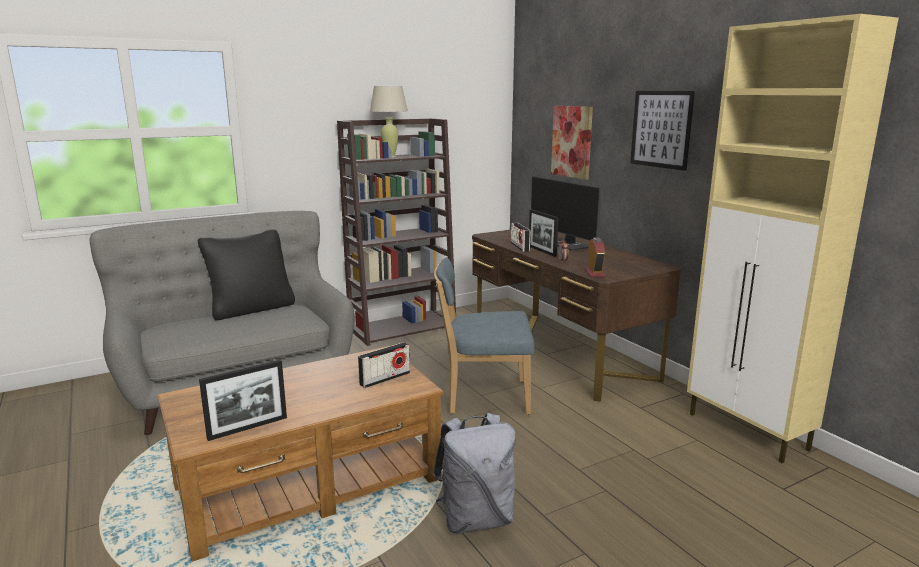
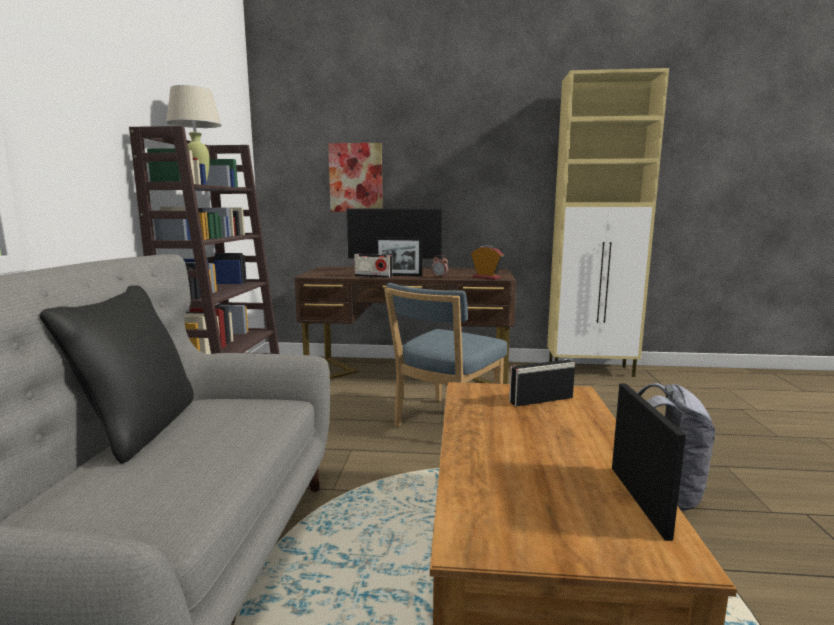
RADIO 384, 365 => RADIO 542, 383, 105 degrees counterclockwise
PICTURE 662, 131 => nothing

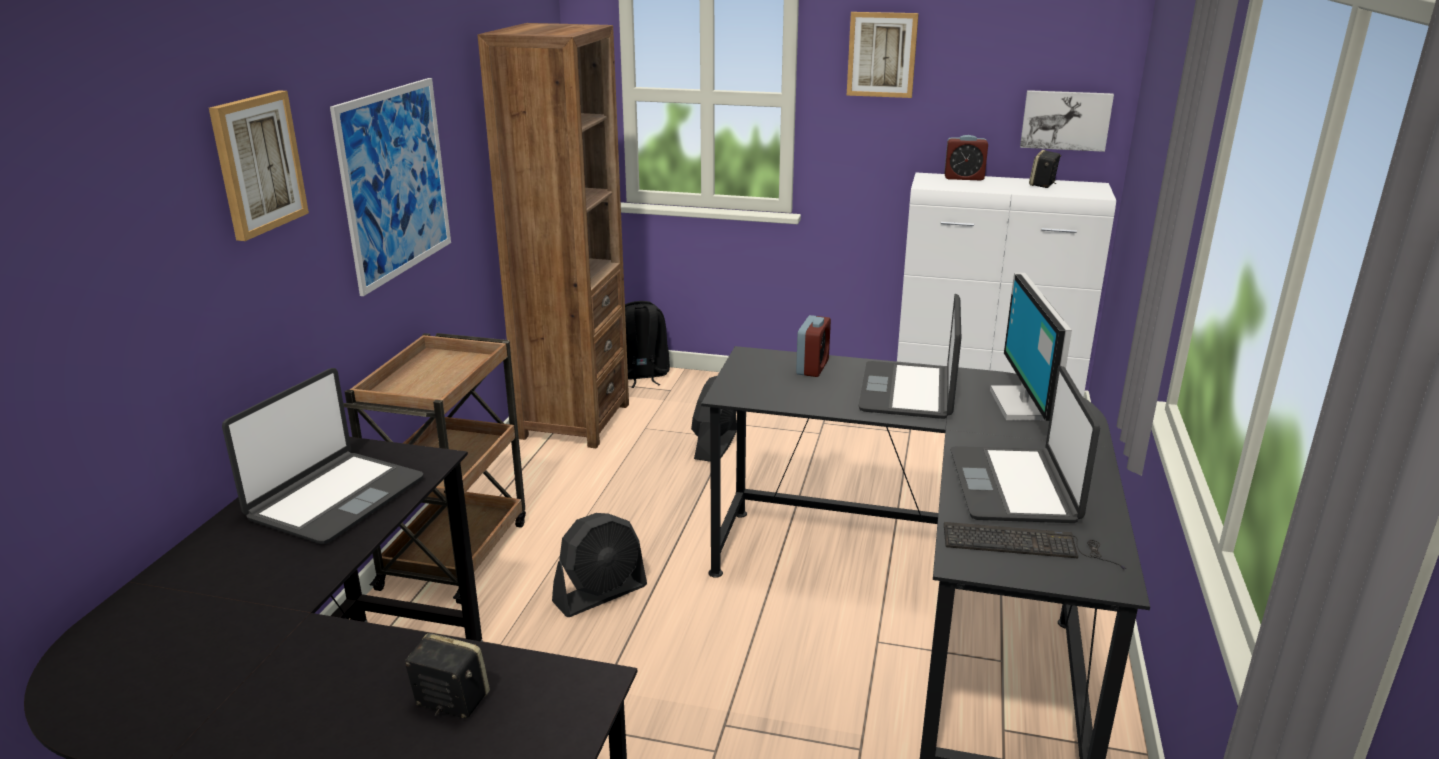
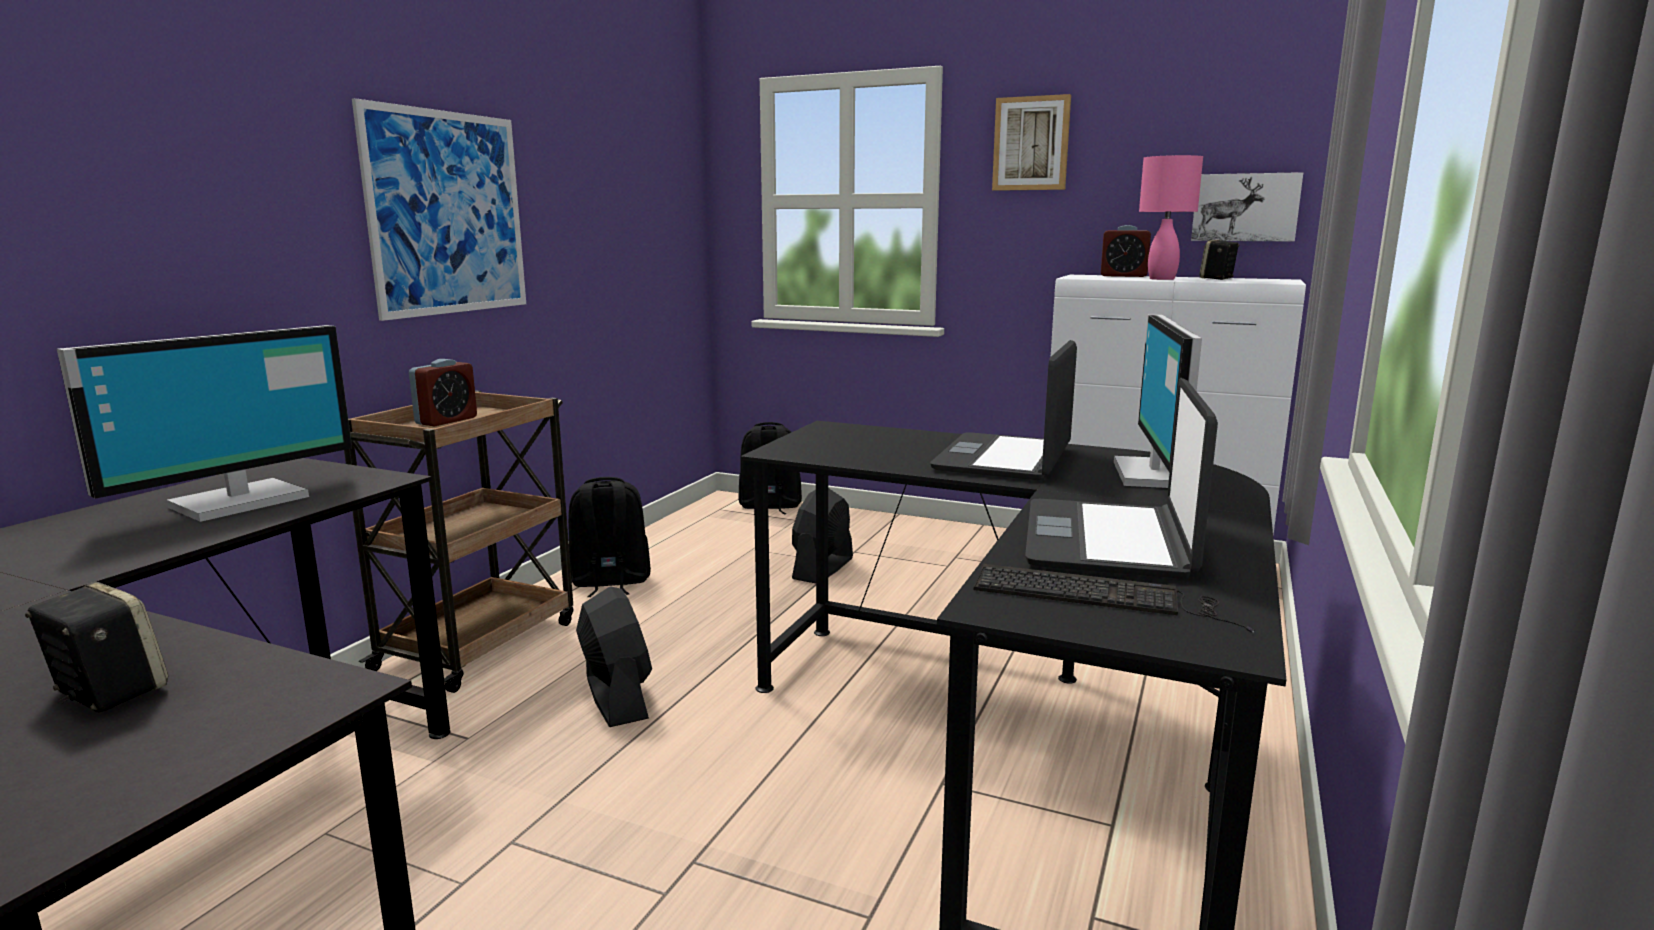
LAPTOP 323, 456 => MONITOR 204, 423
ALARM CLOCK 813, 346 => ALARM CLOCK 443, 393, move
nothing => BLACK BACKPACK 609, 537
BLACK FAN 599, 565 => BLACK FAN 614, 656, 90 degrees counterclockwise
nothing => PINK TABLE LAMP 1171, 217
PICTURE 259, 165 => nothing
BROWN BOOKCASE 553, 235 => nothing

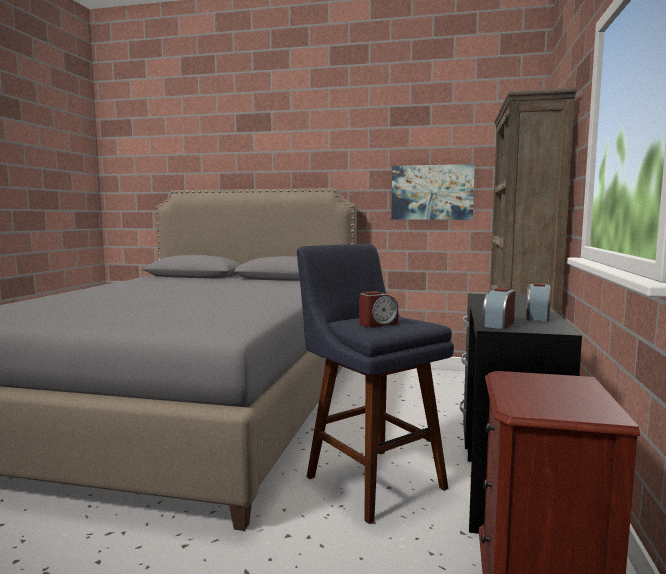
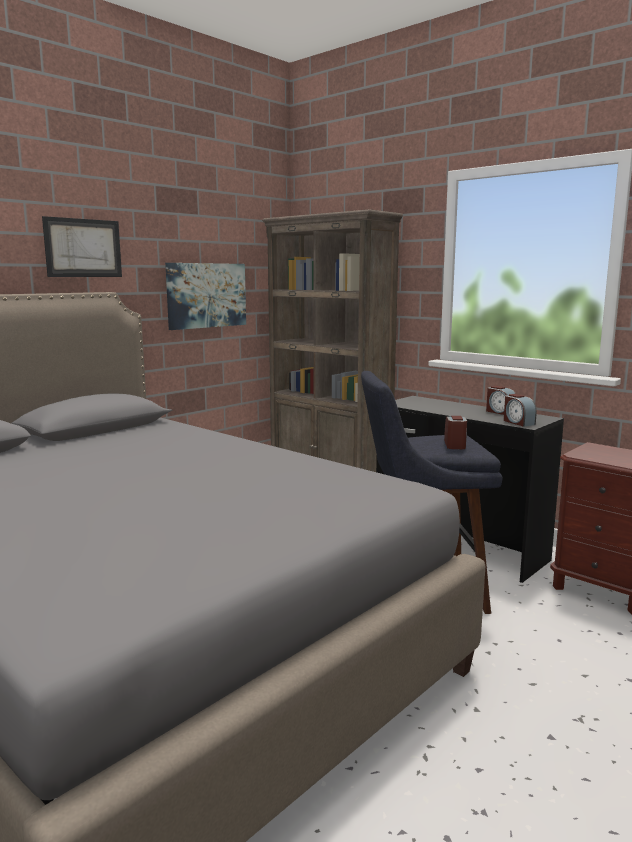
nothing => PICTURE 82, 246

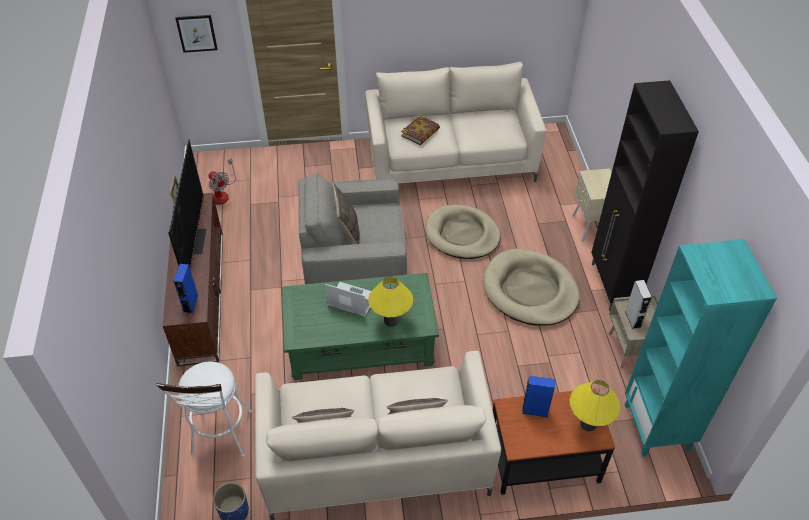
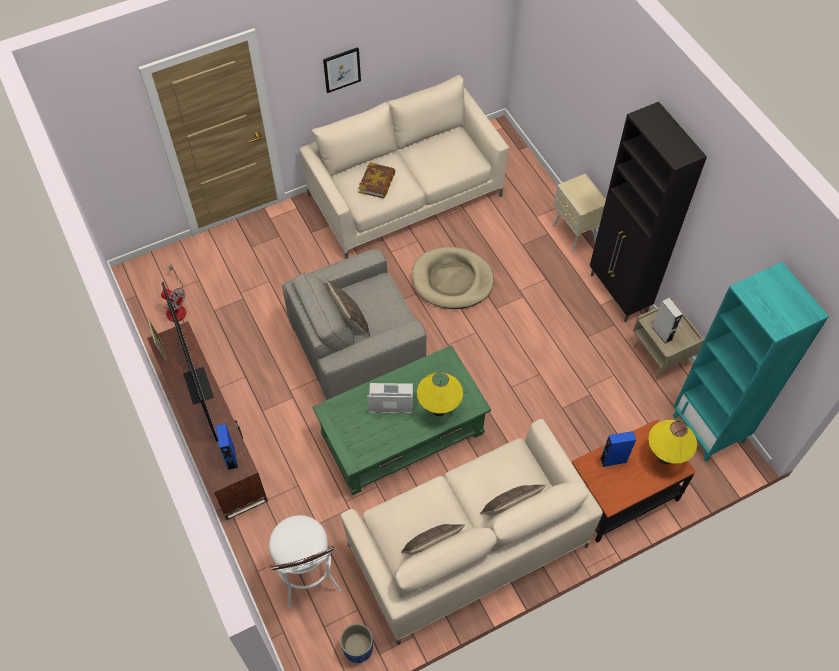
PICTURE 196, 34 => PICTURE 342, 70, move
BEIGE DOG BED 531, 287 => nothing

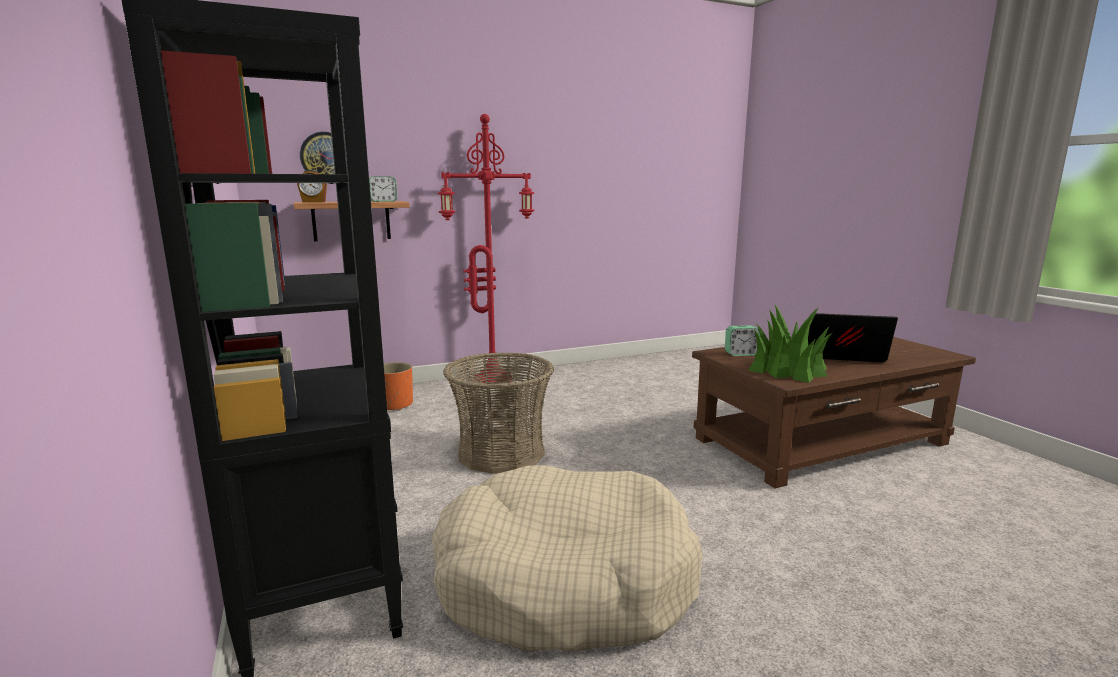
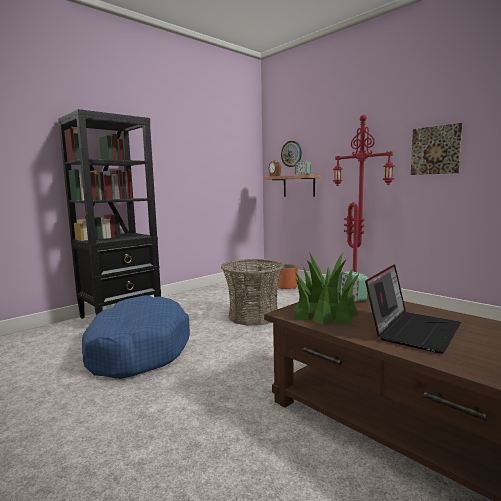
BEIGE DOG BED 567, 558 => BLUE DOG BED 136, 337
LAPTOP 853, 337 => LAPTOP 413, 309, 45 degrees clockwise
nothing => PICTURE 436, 149

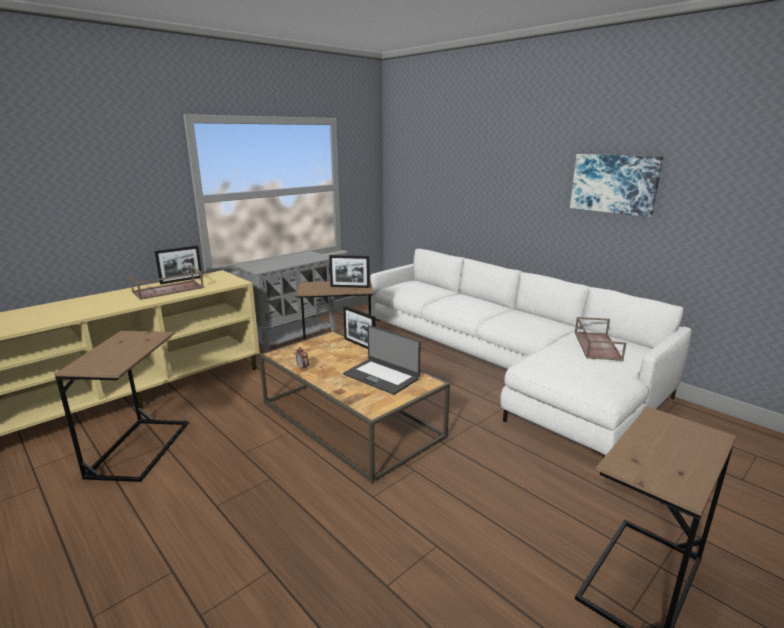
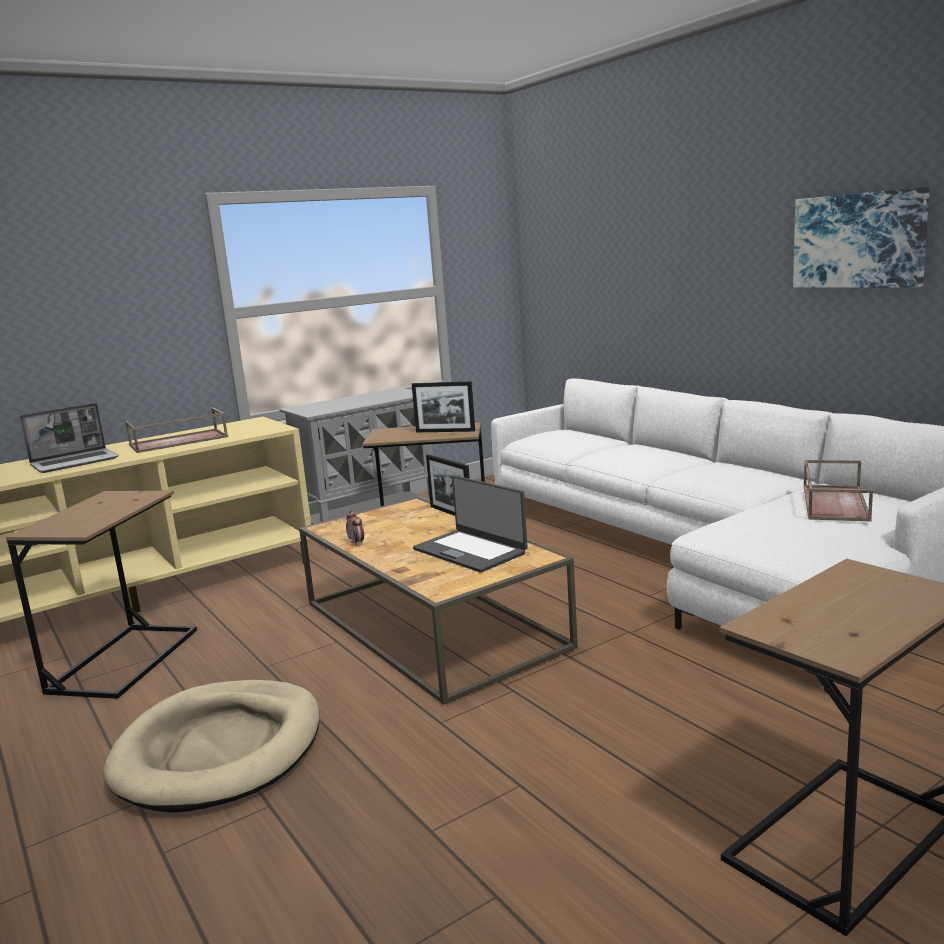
nothing => LAPTOP 69, 438
nothing => BEIGE DOG BED 211, 746
PICTURE FRAME 179, 265 => nothing

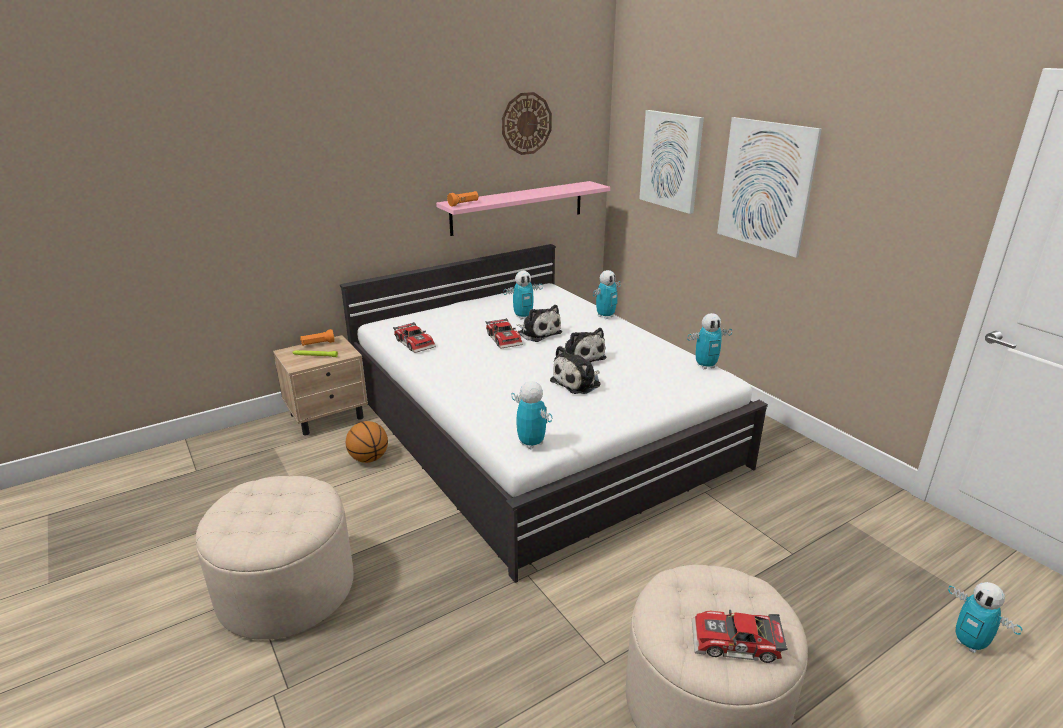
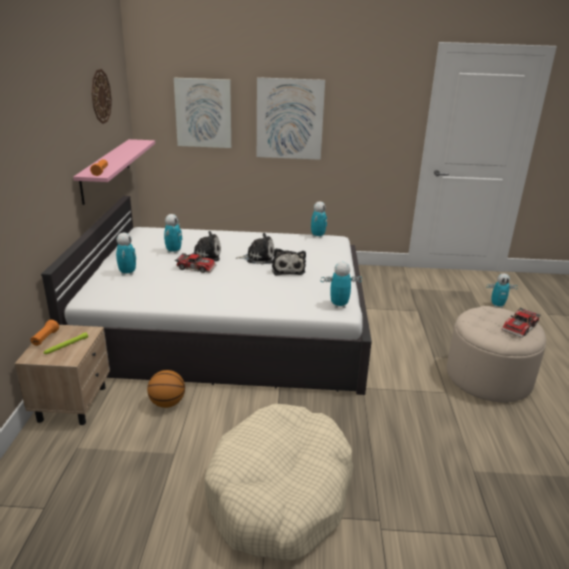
TOY ROBOT 607, 294 => TOY ROBOT 126, 254, move
BEIGE OTTOMAN 275, 558 => BEIGE DOG BED 278, 482
TOY CAR 414, 337 => nothing

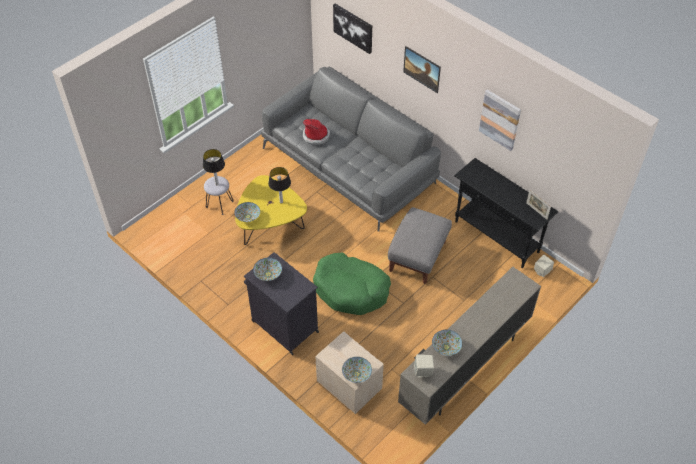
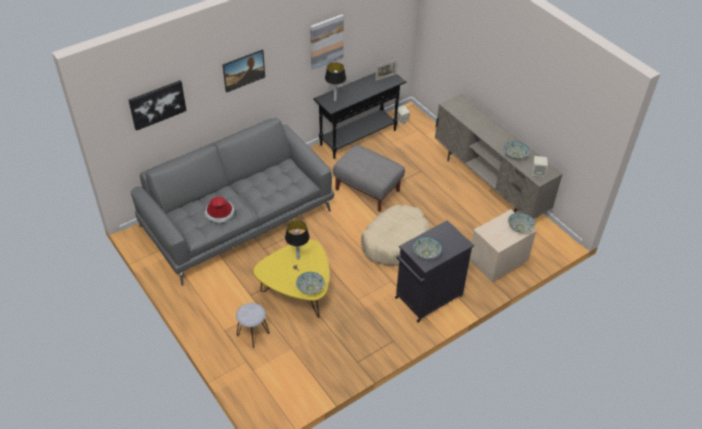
TABLE LAMP 214, 167 => TABLE LAMP 335, 81, move
GREEN DOG BED 352, 284 => BEIGE DOG BED 395, 235

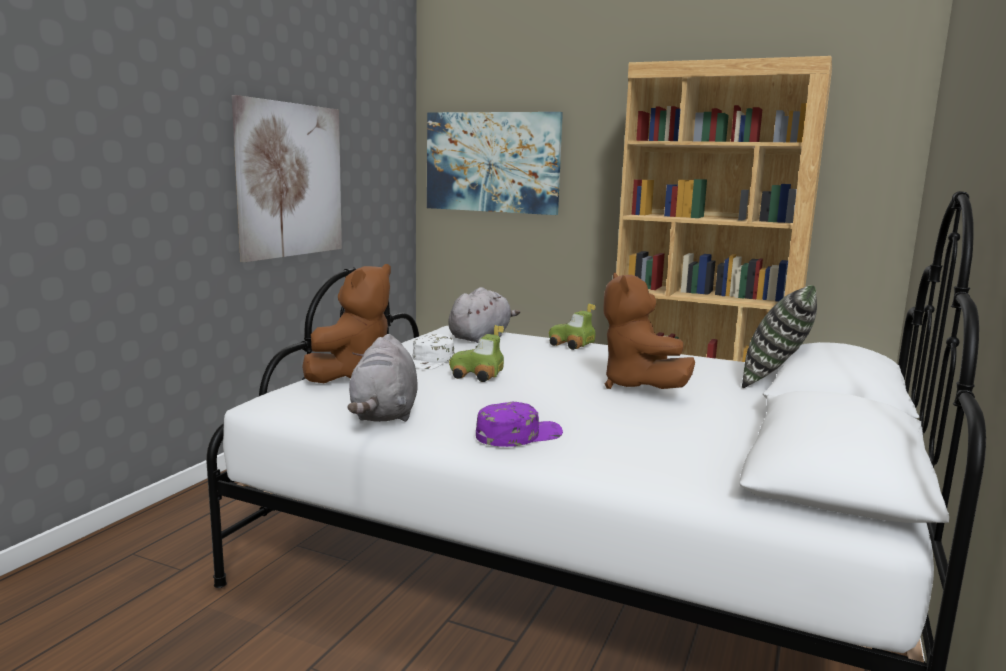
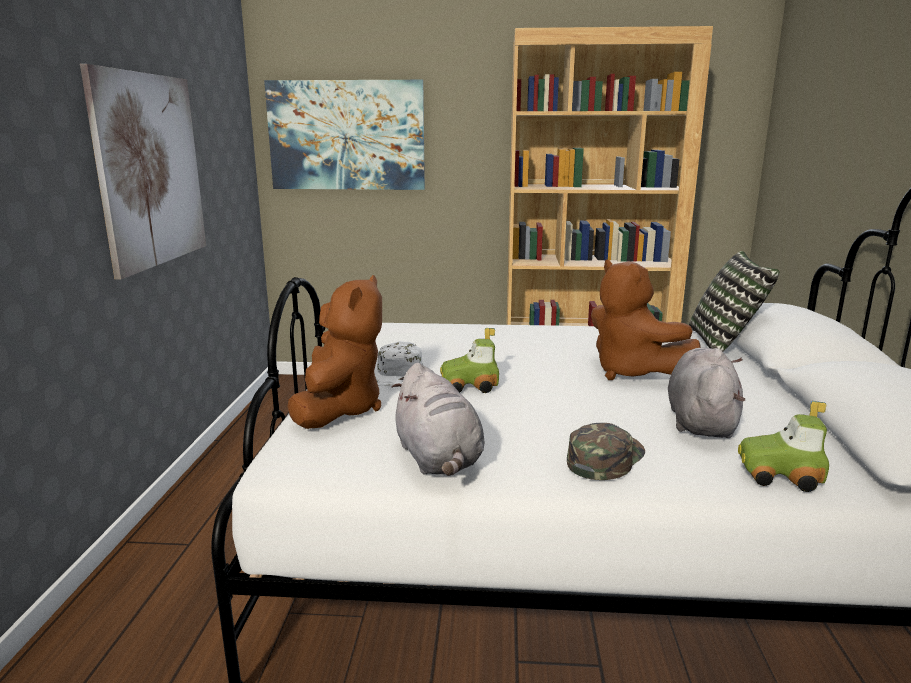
PURPLE CAP 519, 424 => GREEN CAP 606, 451
GREY PLUSH TOY 484, 315 => GREY PLUSH TOY 706, 393, move
TOY CAR 572, 326 => TOY CAR 783, 446, move

